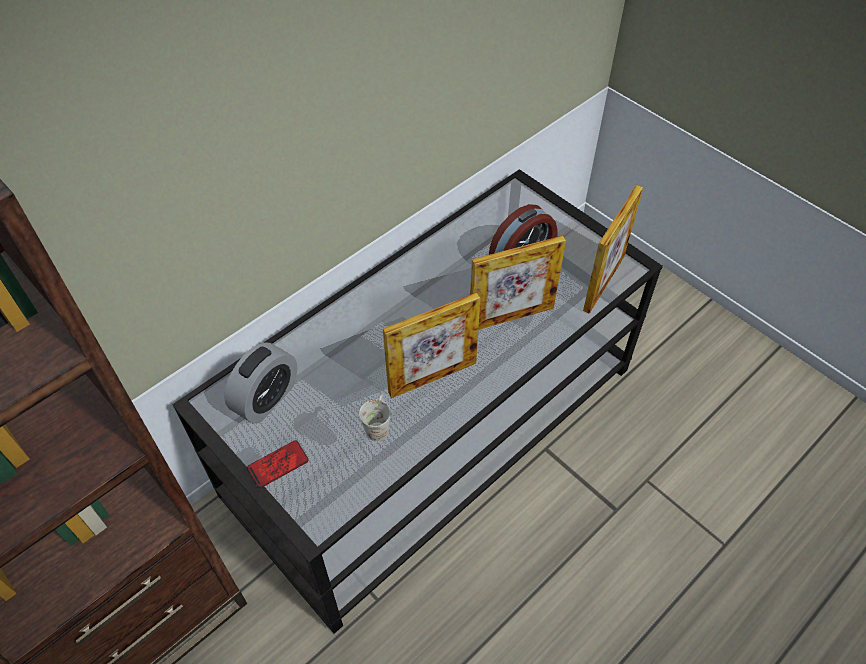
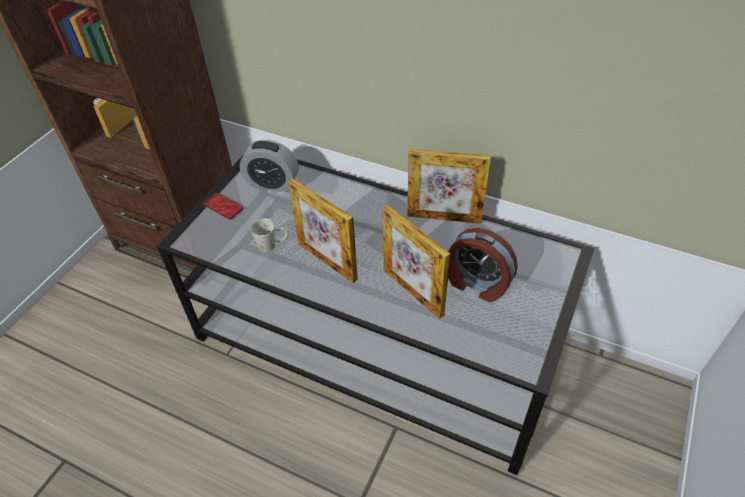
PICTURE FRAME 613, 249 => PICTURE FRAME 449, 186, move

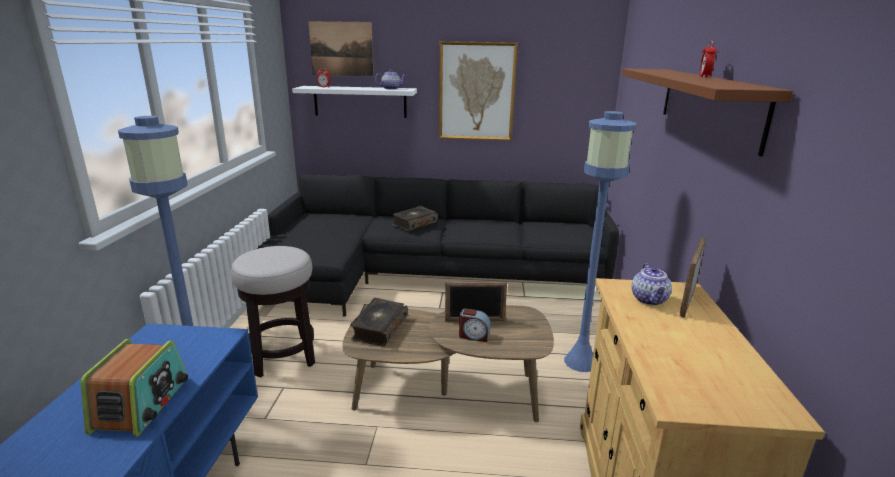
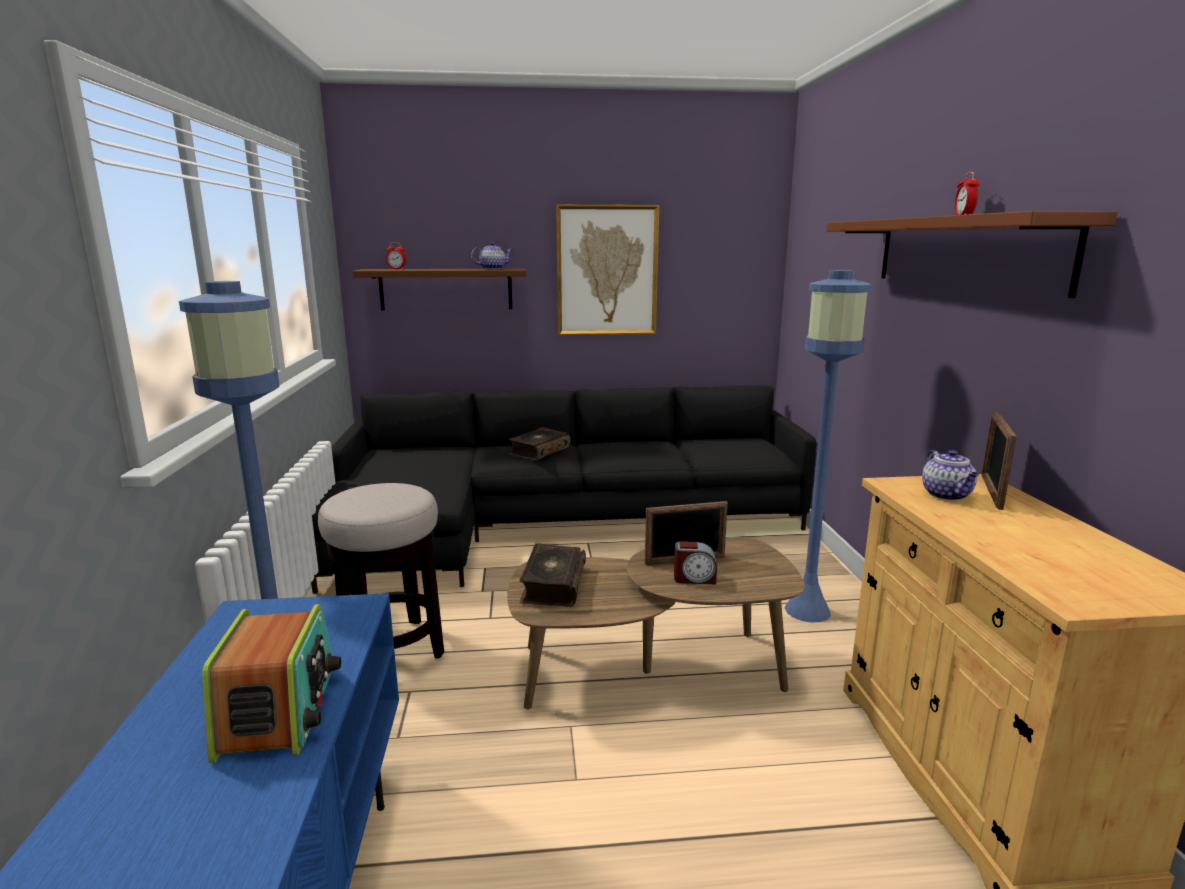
WHITE SHELF 354, 102 => BROWN SHELF 439, 289
PICTURE 341, 48 => nothing

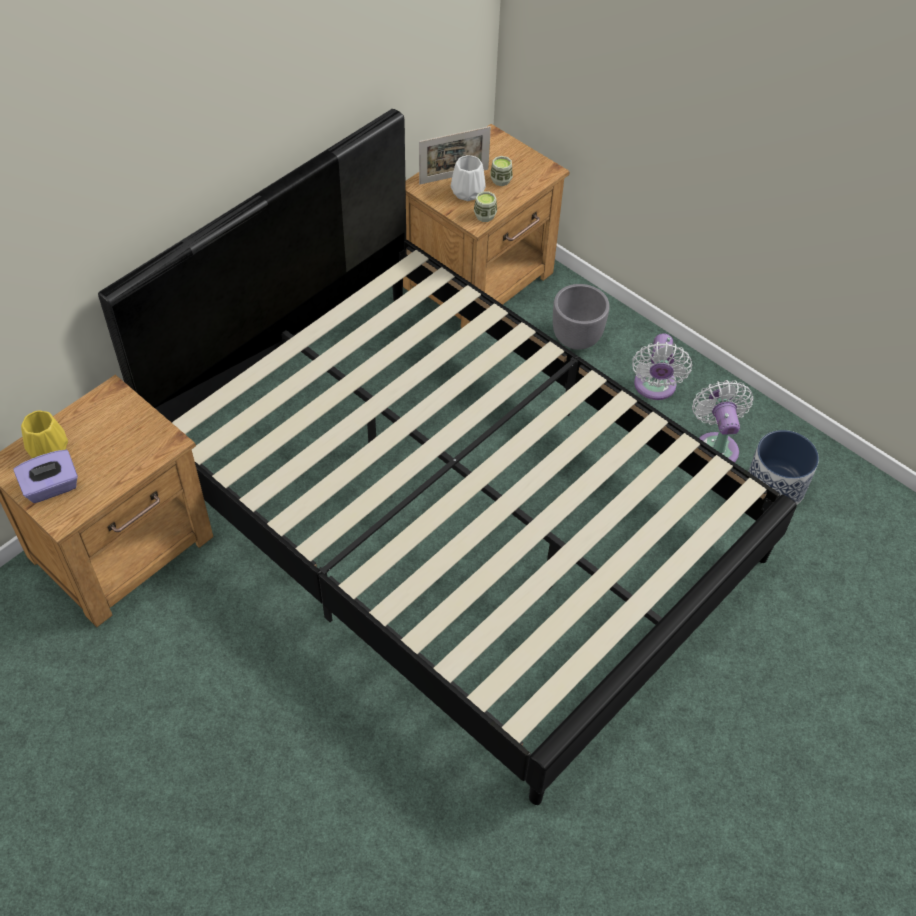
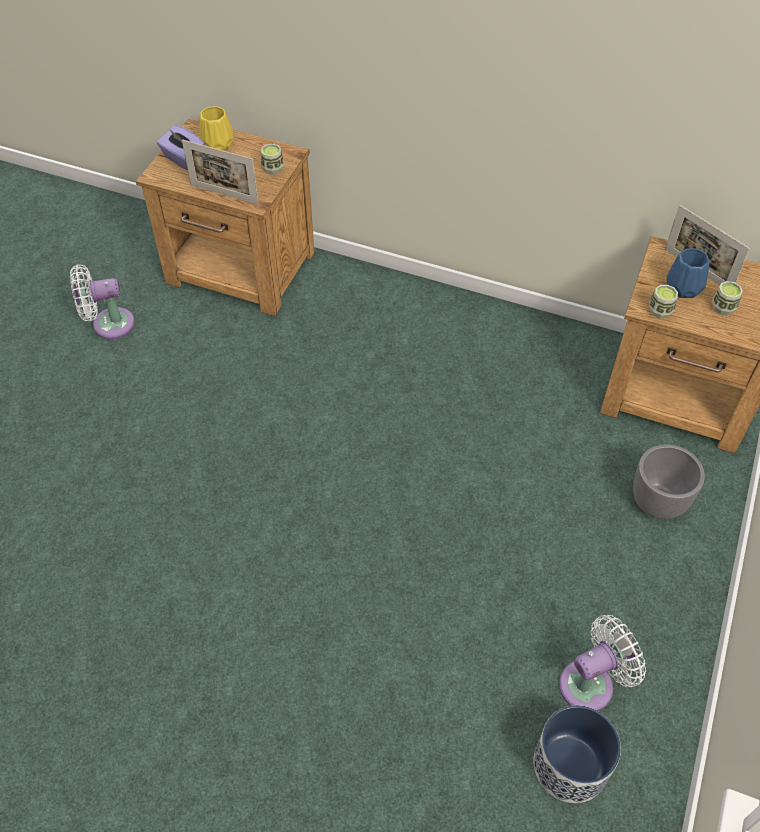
WHITE FAN 662, 366 => WHITE FAN 102, 301, move
nothing => PICTURE FRAME 220, 171
nothing => CUP 272, 159
WHITE VASE 468, 178 => BLUE VASE 688, 273
BLACK BED 447, 457 => nothing

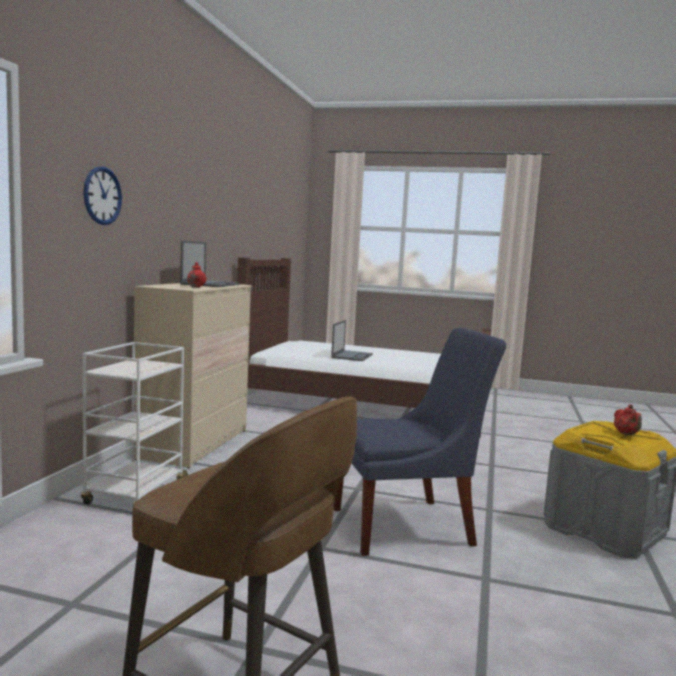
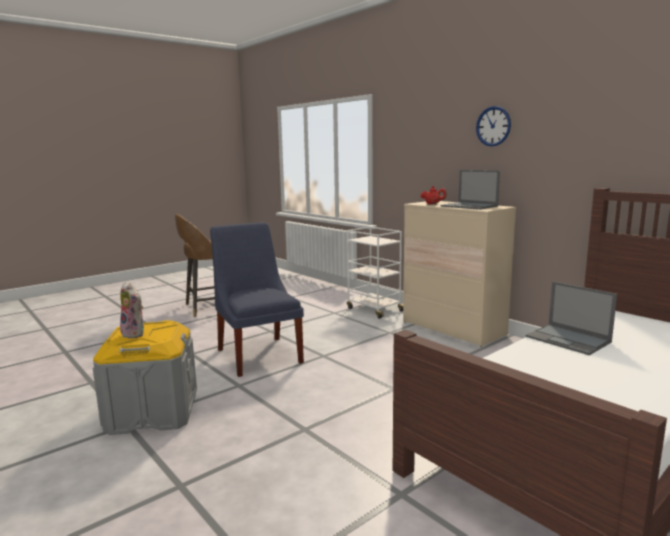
RED TEAPOT 628, 419 => PLUSH TOY 132, 310
BLUE CHAIR 419, 441 => BLUE CHAIR 257, 299, 135 degrees clockwise
WALL CLOCK 102, 196 => WALL CLOCK 493, 126, move

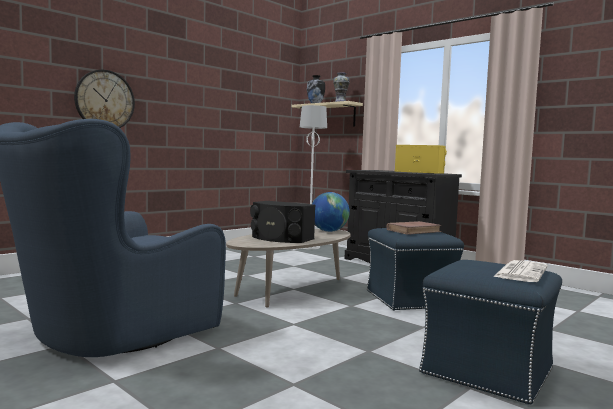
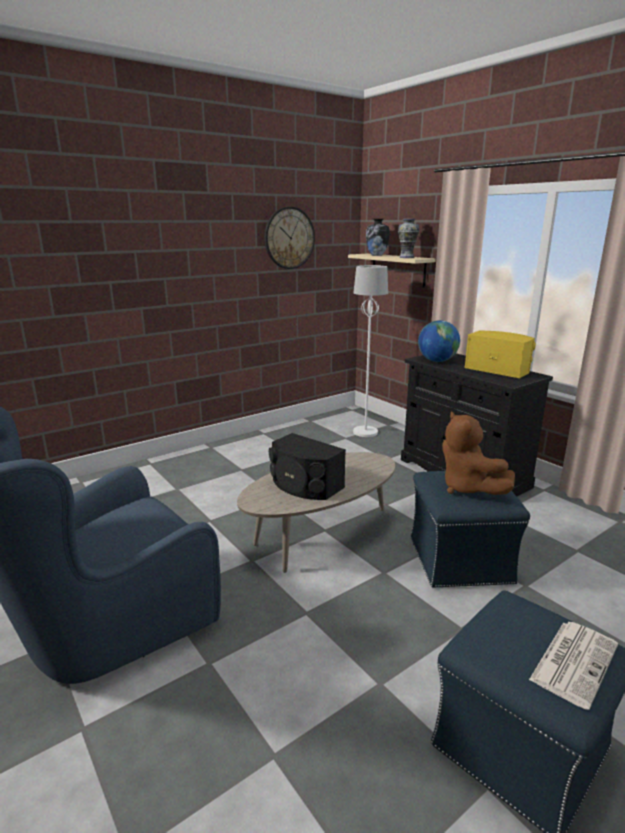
WALL CLOCK 104, 98 => WALL CLOCK 289, 238, move
GLOBE 331, 212 => GLOBE 439, 341, move
BROWN BOOK 414, 228 => BROWN PLUSH TOY 478, 453

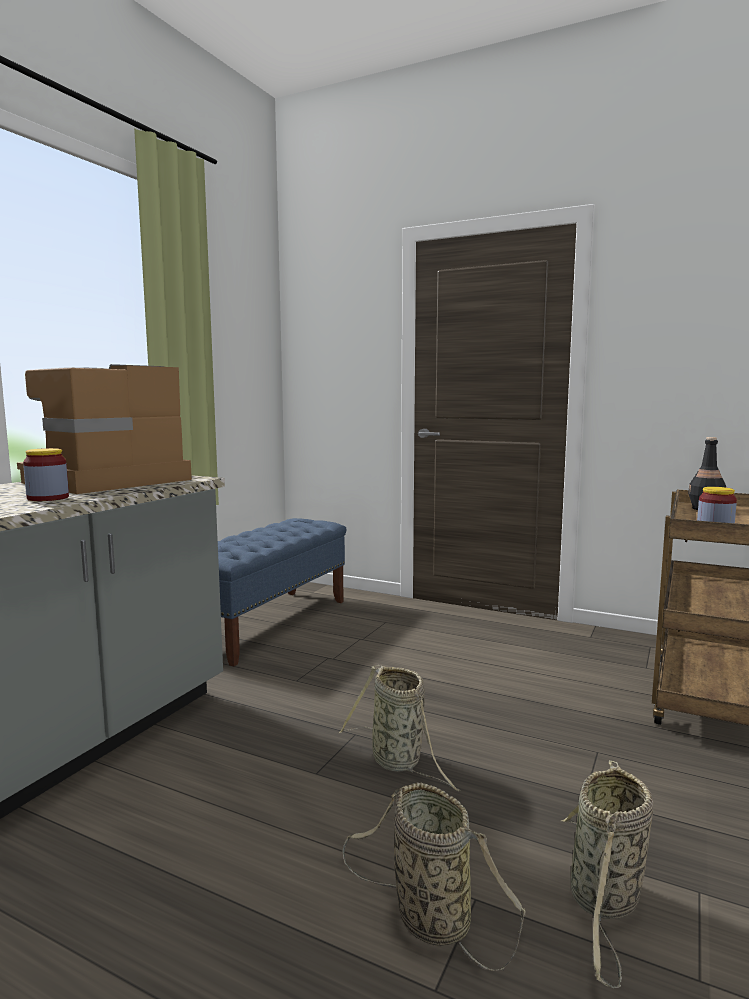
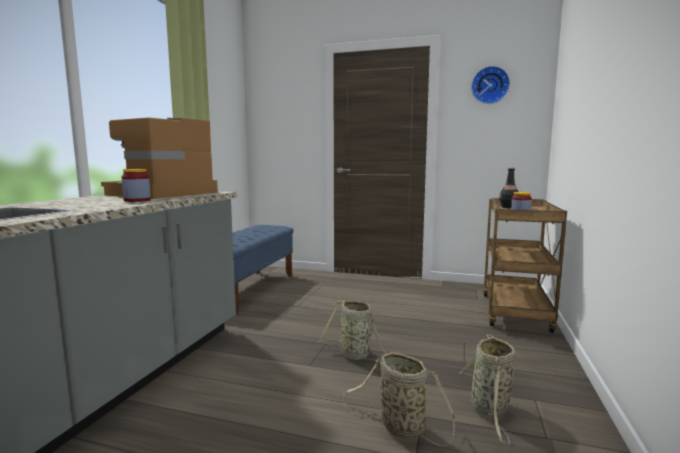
nothing => WALL CLOCK 490, 85

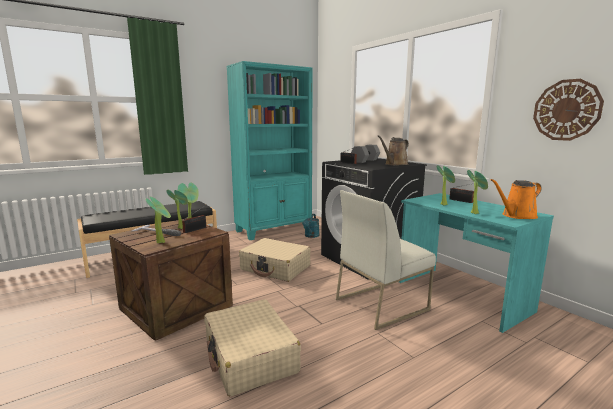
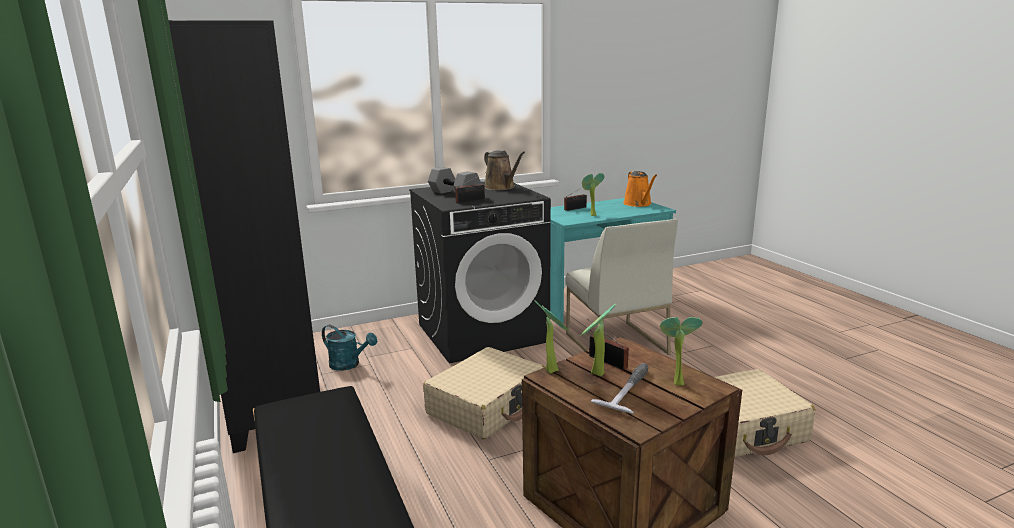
TURQUOISE BOOKCASE 270, 150 => BLACK BOOKCASE 244, 236
POTTED PLANT 477, 192 => nothing
WALL CLOCK 568, 110 => nothing

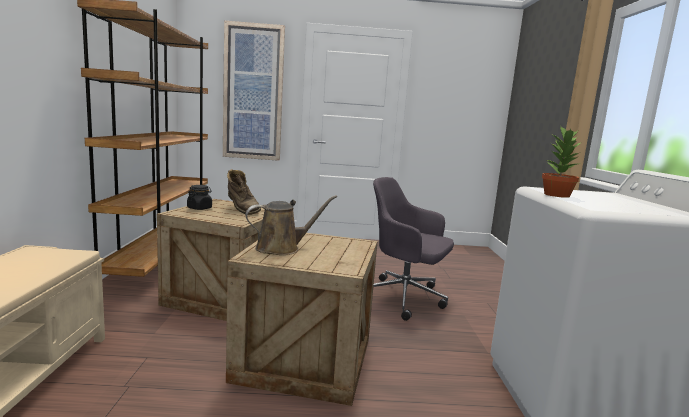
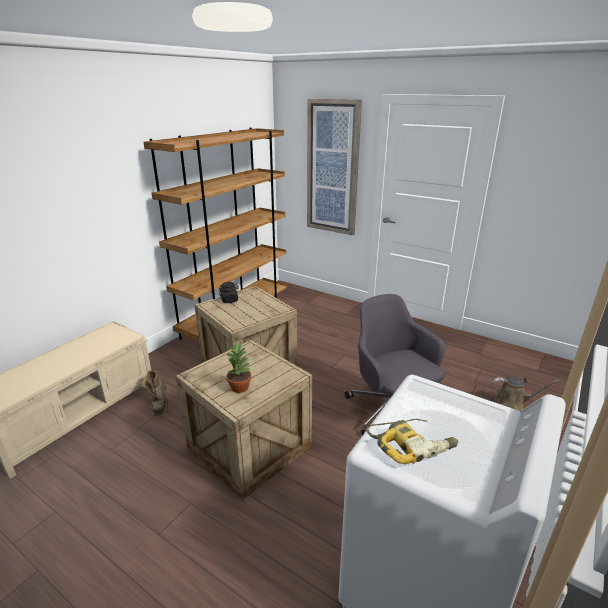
BROWN BOOT 244, 192 => BROWN BOOT 155, 392, move
POTTED PLANT 561, 162 => POTTED PLANT 239, 367, move
nothing => POWER DRILL 412, 441
BROWN WATERING CAN 291, 225 => BROWN WATERING CAN 525, 393, move

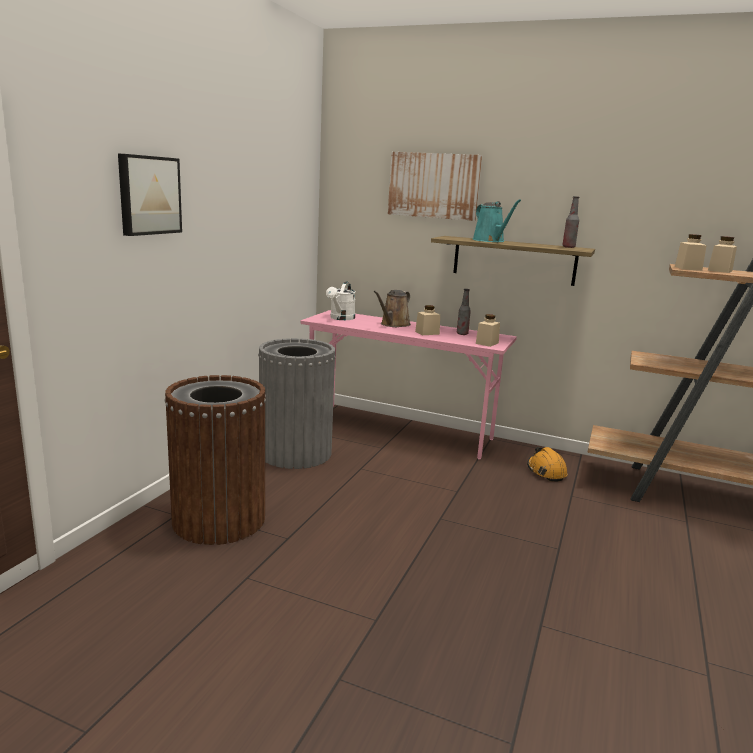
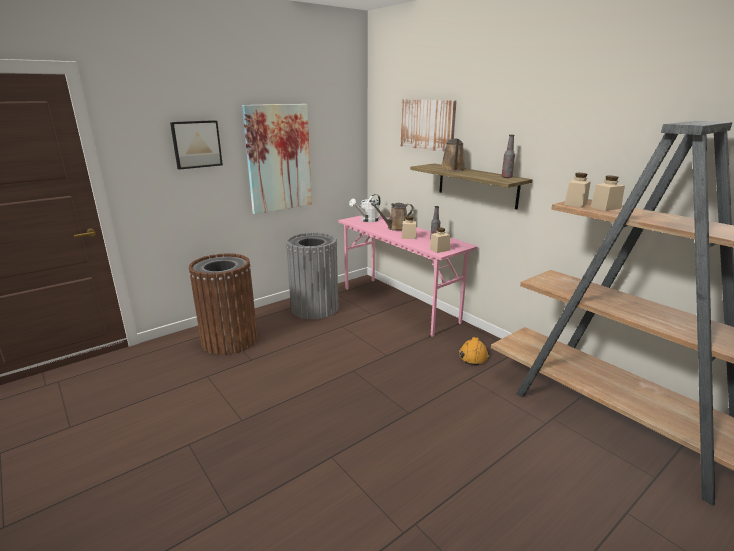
nothing => PICTURE 277, 159
TURQUOISE WATERING CAN 497, 220 => BROWN WATERING CAN 453, 155

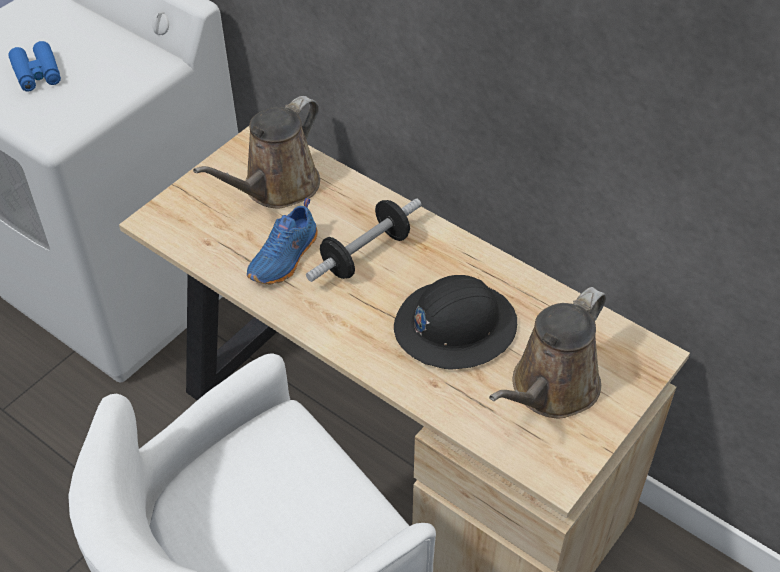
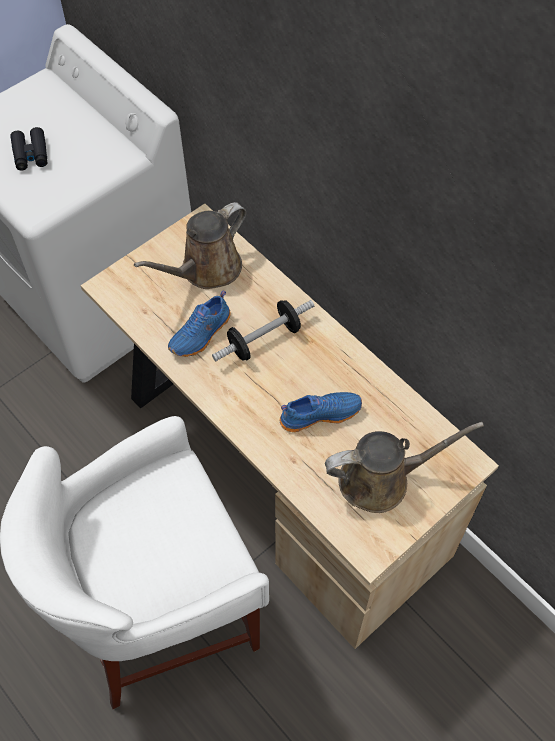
BLUE BINOCULARS 34, 66 => BLACK BINOCULARS 28, 149
BLACK HARD HAT 455, 322 => BLUE SHOE 321, 412
BROWN WATERING CAN 547, 352 => BROWN WATERING CAN 404, 467, 150 degrees counterclockwise

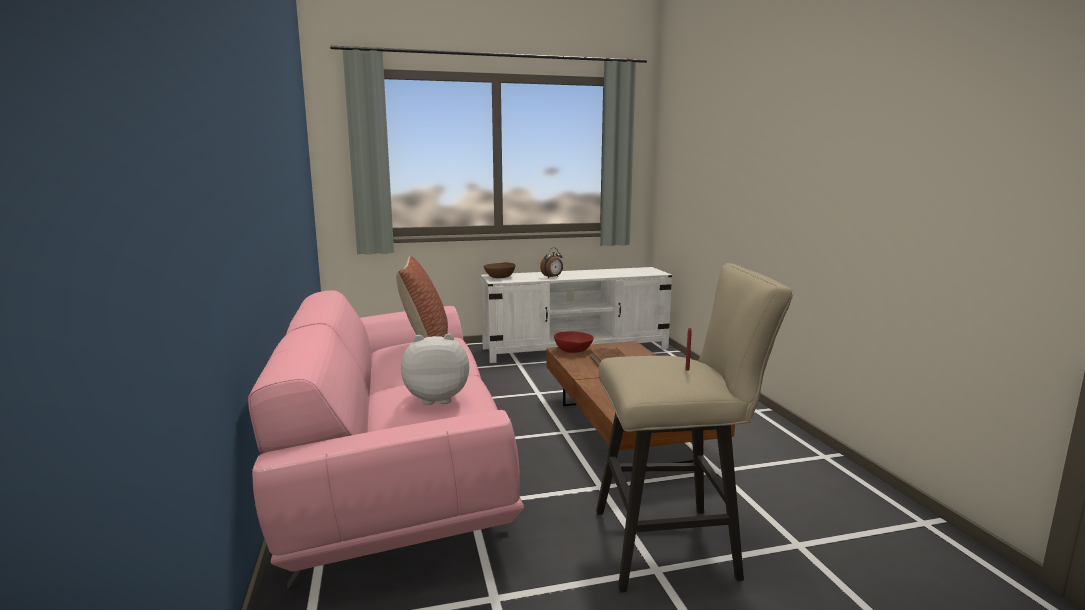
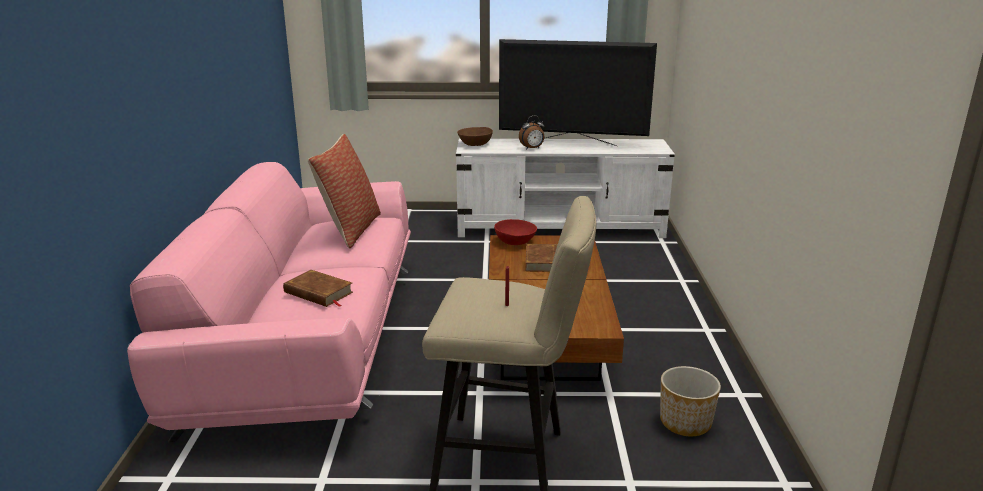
PLUSH TOY 435, 369 => BROWN BOOK 318, 288
nothing => TELEVISION 578, 92
nothing => PLANTER 690, 401

